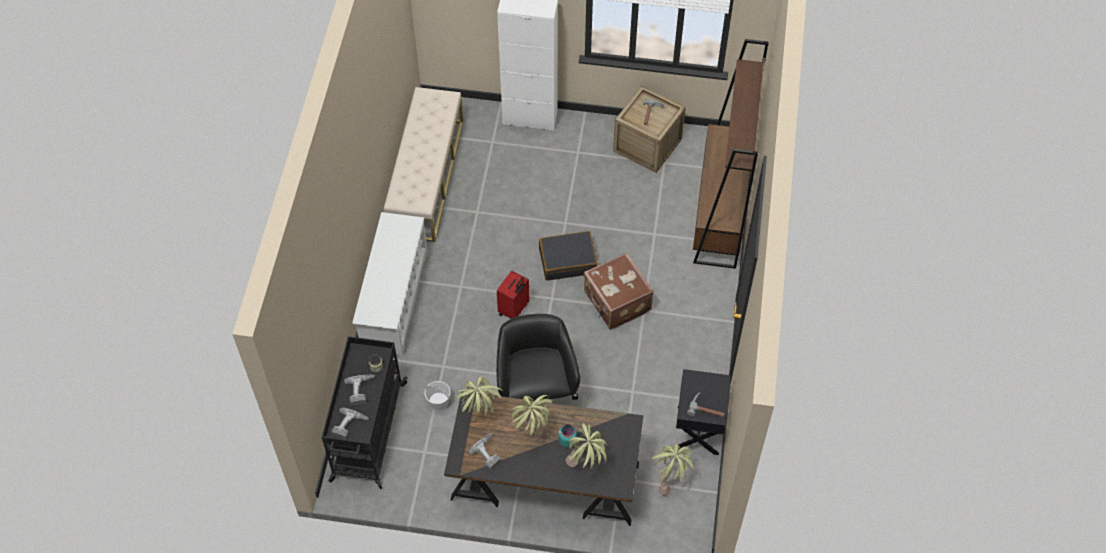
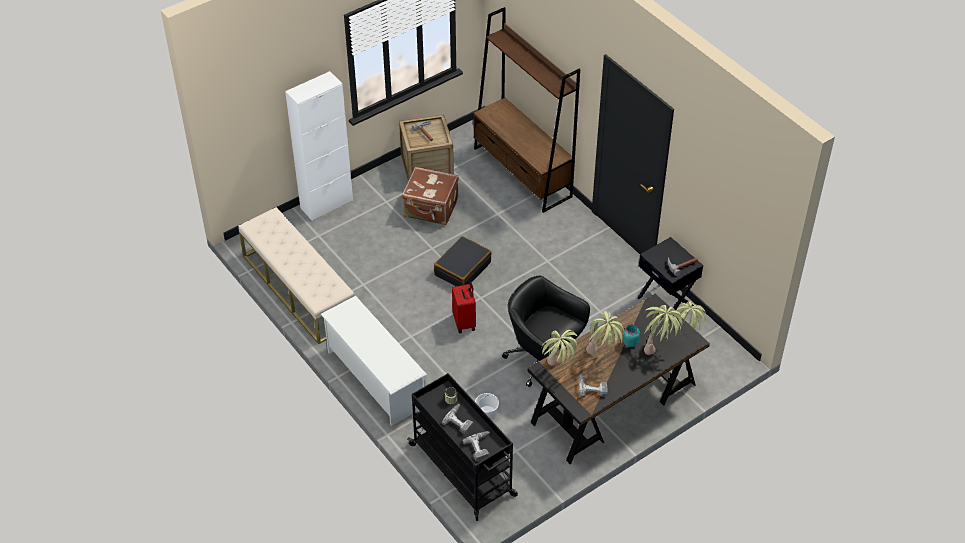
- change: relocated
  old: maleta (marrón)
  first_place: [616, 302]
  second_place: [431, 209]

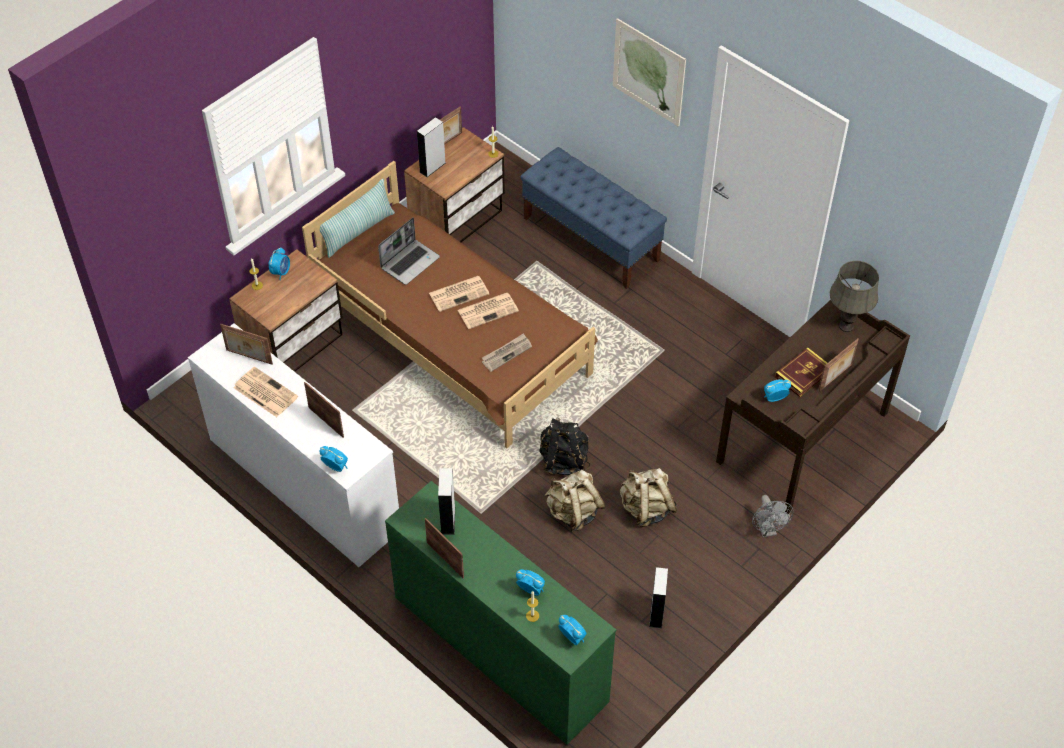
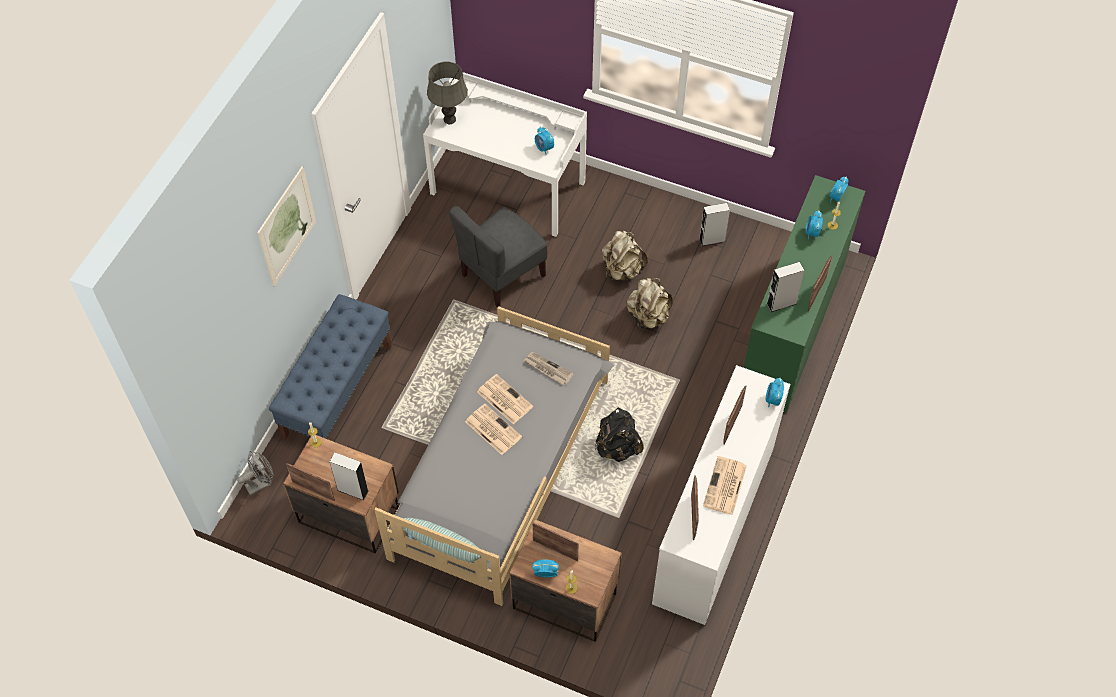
- change: colour
  old: cama (marrón)
  new: cama (gris)
  first_place: [453, 336]
  second_place: [500, 466]
- change: missing
  old: portátil
  first_place: [410, 262]
- change: colour
  old: escritorio (marrón)
  new: escritorio (blanco)
  first_place: [803, 438]
  second_place: [508, 187]
- change: relocated
  old: portarretratos
  first_place: [836, 378]
  second_place: [555, 549]
- change: missing
  old: libro
  first_place: [803, 374]
- change: relocated
  old: mochila (negro)
  first_place: [563, 460]
  second_place: [617, 447]
- change: relocated
  old: ventilador (gris)
  first_place: [767, 530]
  second_place: [261, 483]
- change: appeared
  new: silla (gris)
  second_place: [502, 275]

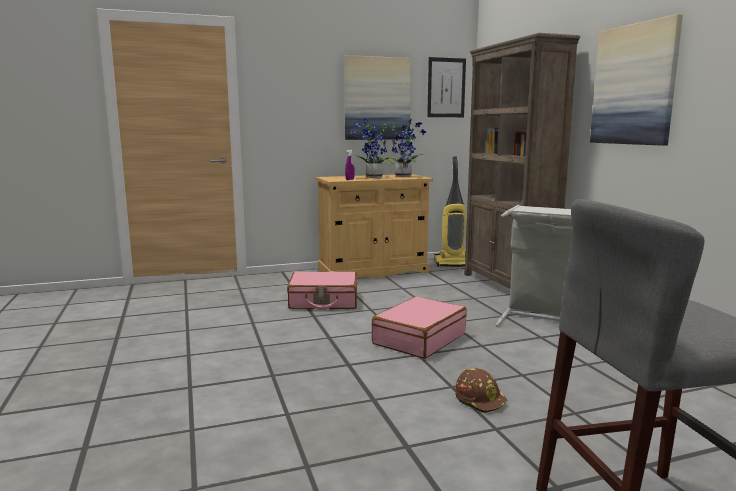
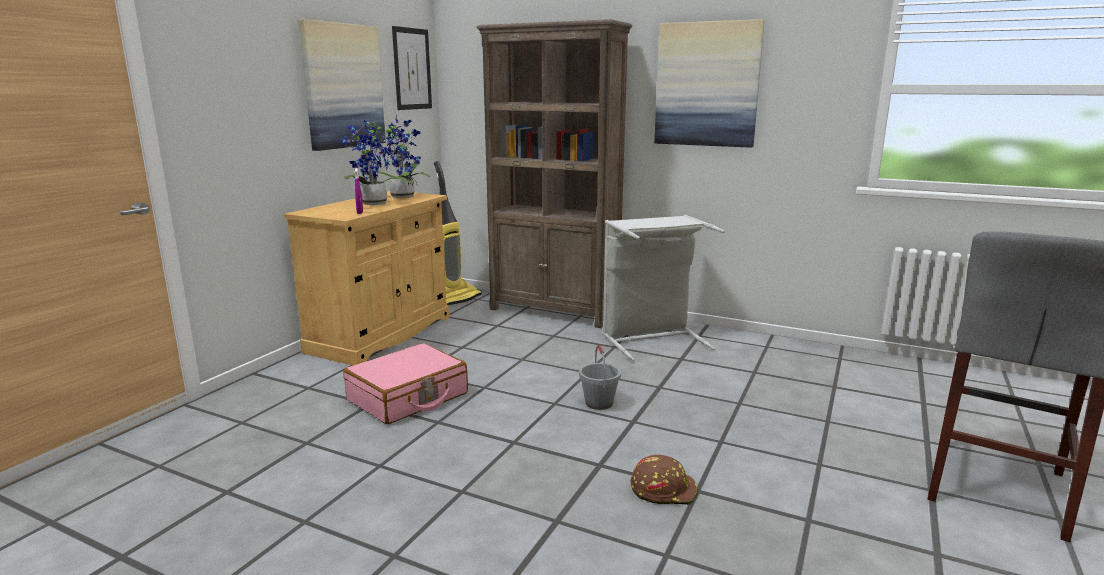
- change: exchanged
  old: maleta (rosa)
  new: cubo (gris)
  first_place: [419, 339]
  second_place: [599, 403]
- change: relocated
  old: casco (marrón)
  first_place: [480, 399]
  second_place: [663, 490]

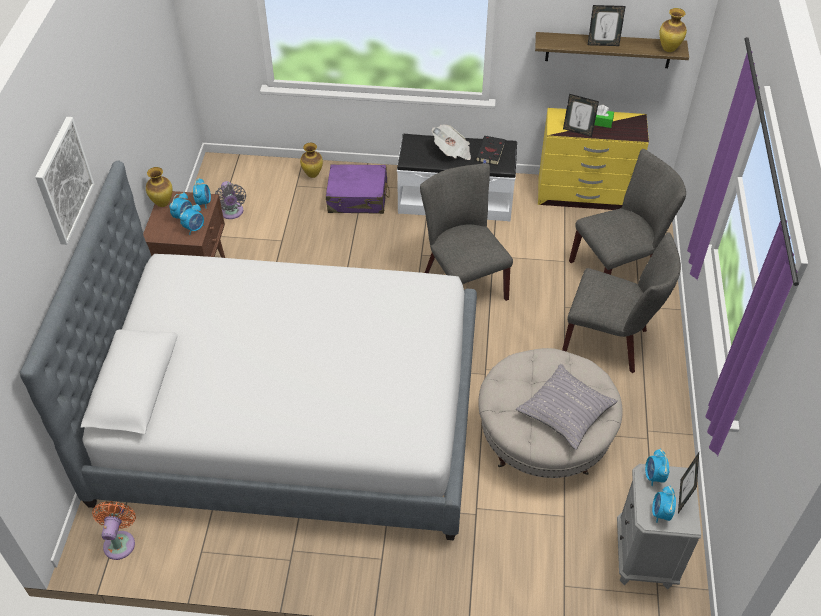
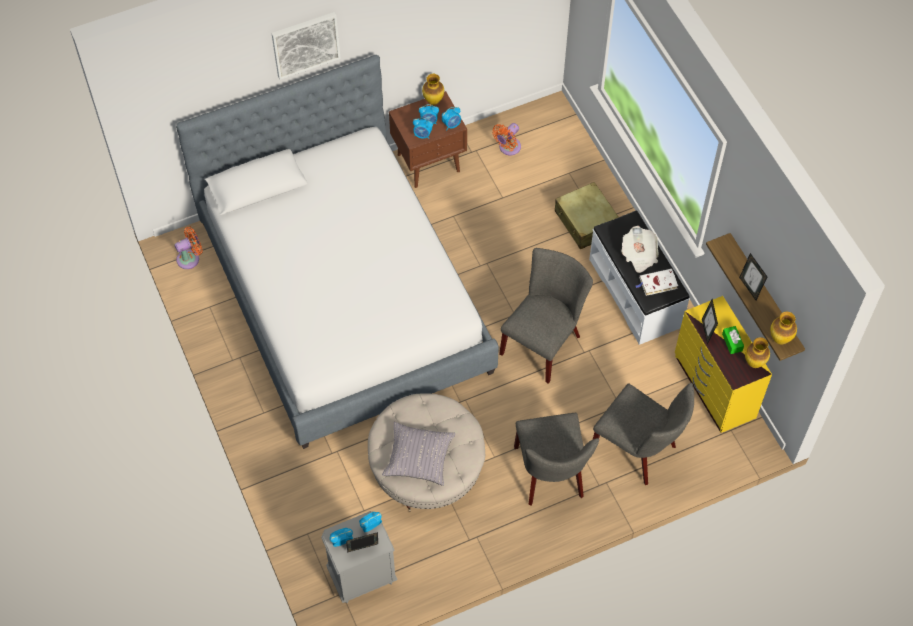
- change: colour
  old: libro (negro)
  new: libro (blanco)
  first_place: [490, 153]
  second_place: [657, 283]
- change: relocated
  old: florero
  first_place: [313, 174]
  second_place: [754, 363]
- change: colour
  old: maleta (morado)
  new: maleta (beis)
  first_place: [358, 198]
  second_place: [586, 222]
- change: colour
  old: ventilador (gris)
  new: ventilador (naranja)
  first_place: [232, 213]
  second_place: [508, 148]

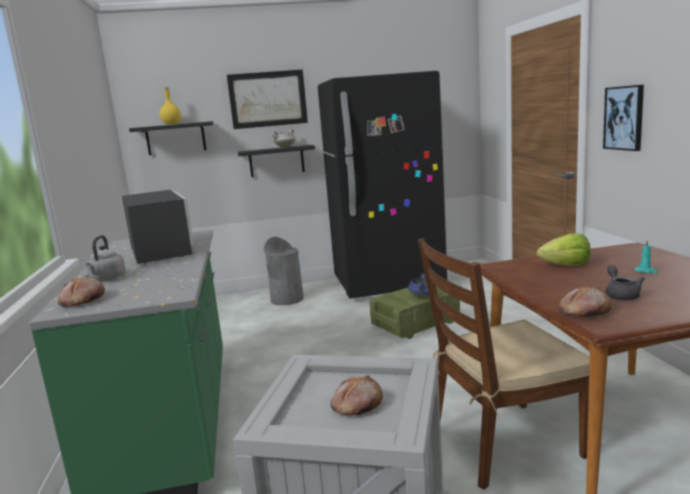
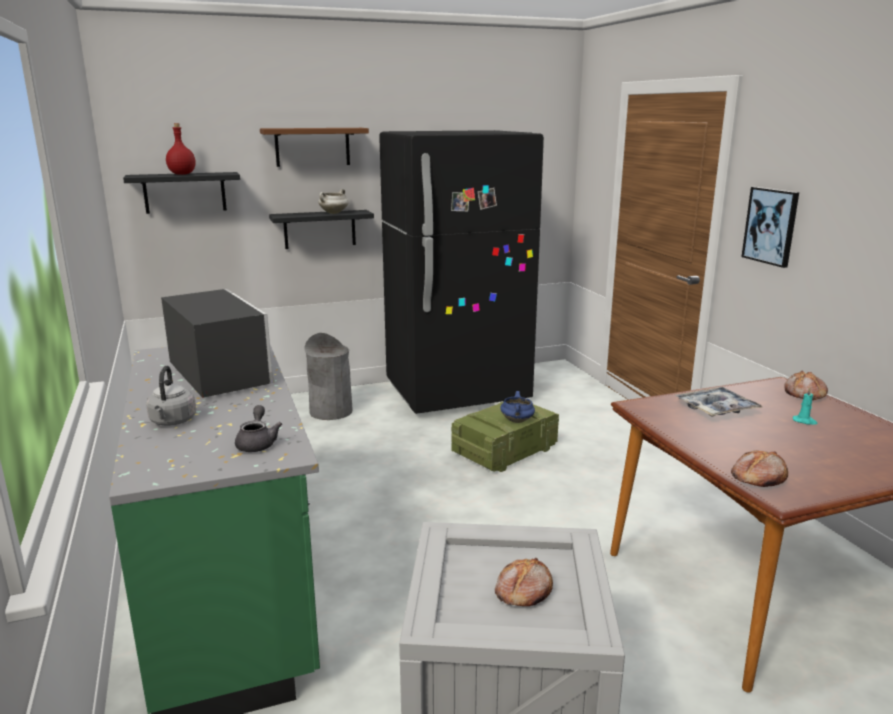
- change: exchanged
  old: cuadro
  new: estante (marrón)
  first_place: [268, 99]
  second_place: [312, 147]
- change: colour
  old: botella (amarillo)
  new: botella (rojo)
  first_place: [172, 124]
  second_place: [182, 174]
- change: exchanged
  old: lechuga
  new: bandeja
  first_place: [566, 265]
  second_place: [716, 409]
- change: missing
  old: silla (marrón)
  first_place: [503, 442]
- change: relocated
  old: tetera (gris)
  first_place: [621, 295]
  second_place: [257, 443]
- change: relocated
  old: pan
  first_place: [82, 300]
  second_place: [803, 394]

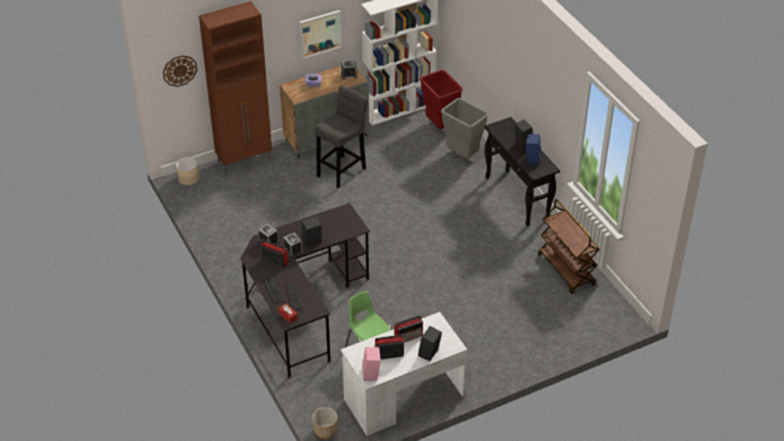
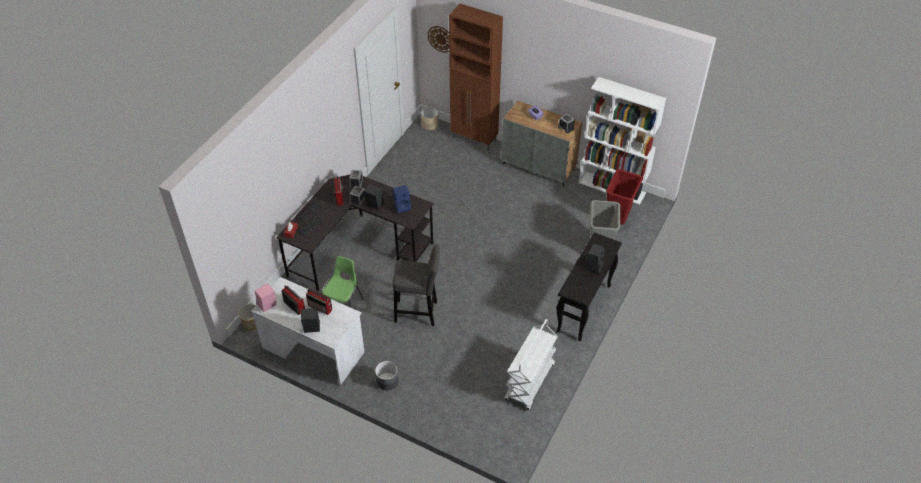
- change: missing
  old: cuadro
  first_place: [320, 33]
- change: relocated
  old: taburete (gris)
  first_place: [343, 170]
  second_place: [418, 312]
- change: relocated
  old: altavoz (azul)
  first_place: [532, 158]
  second_place: [402, 207]
- change: colour
  old: carrito (marrón)
  new: carrito (blanco)
  first_place: [566, 270]
  second_place: [530, 382]
- change: appeared
  new: maceta (gris)
  second_place: [387, 381]

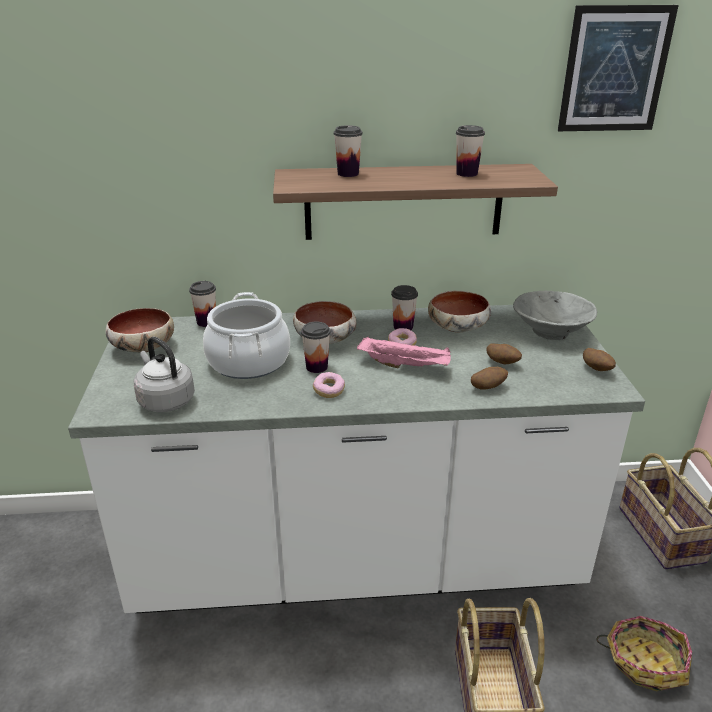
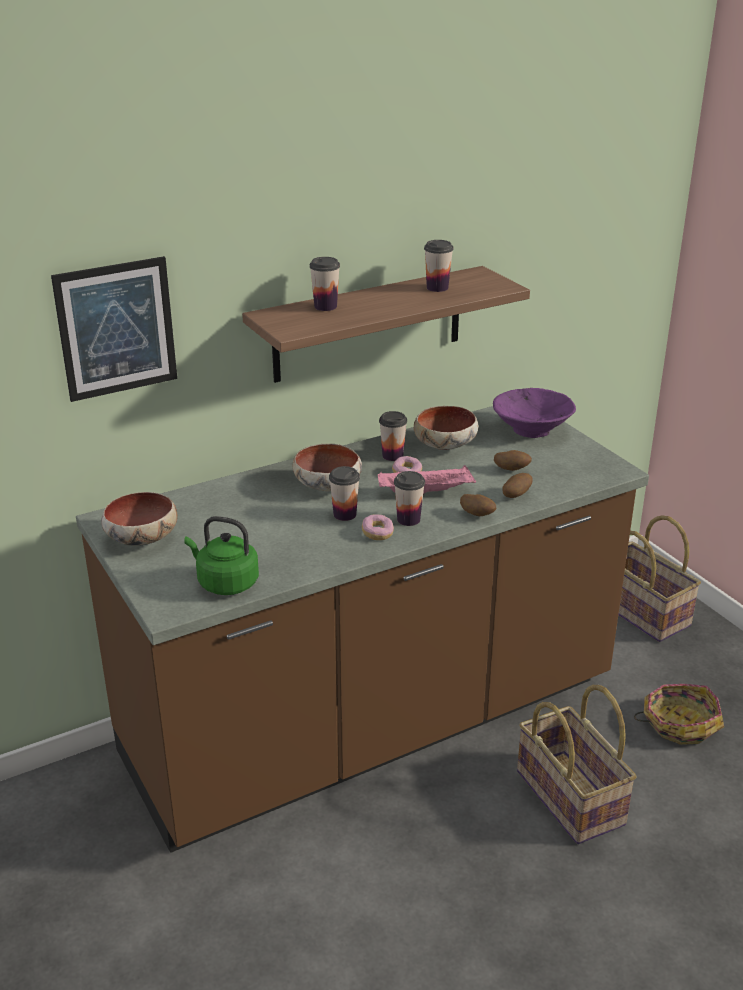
- change: relocated
  old: cuadro
  first_place: [615, 70]
  second_place: [116, 329]
- change: relocated
  old: taza
  first_place: [206, 322]
  second_place: [408, 519]
- change: colour
  old: cuenco (gris)
  new: cuenco (morado)
  first_place: [552, 332]
  second_place: [532, 430]
- change: missing
  old: olla
  first_place: [248, 361]
- change: colour
  old: mueble bajo de cocina (blanco)
  new: mueble bajo de cocina (marrón)
  first_place: [356, 558]
  second_place: [371, 724]
- change: colour
  old: hervidor (gris)
  new: hervidor (verde)
  first_place: [165, 400]
  second_place: [225, 583]
- change: relocated
  old: patata
  first_place: [597, 369]
  second_place: [477, 515]

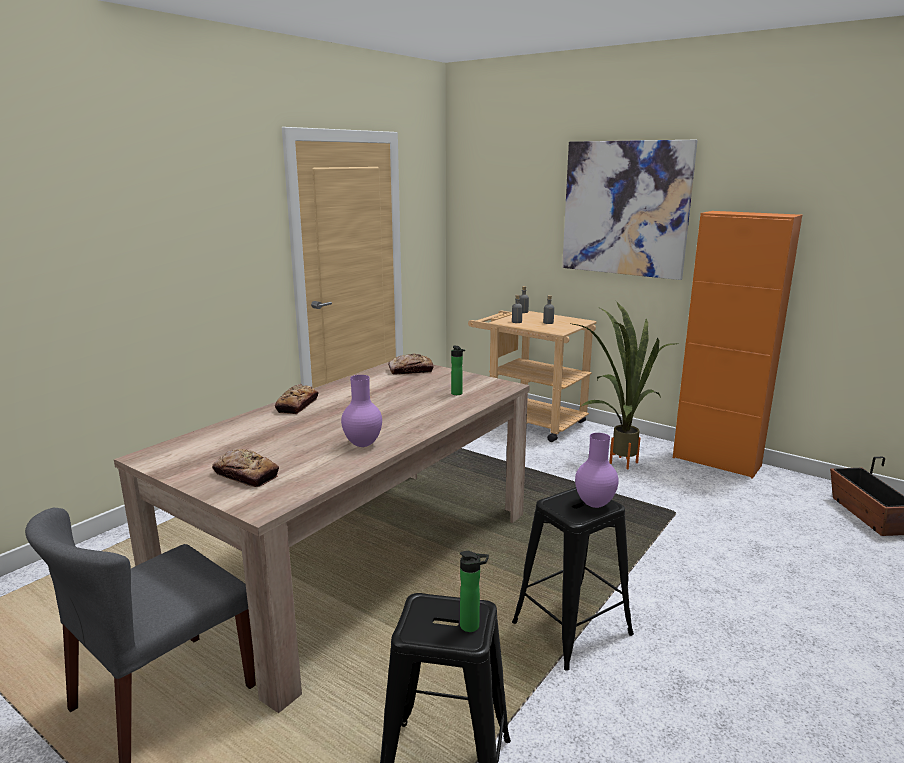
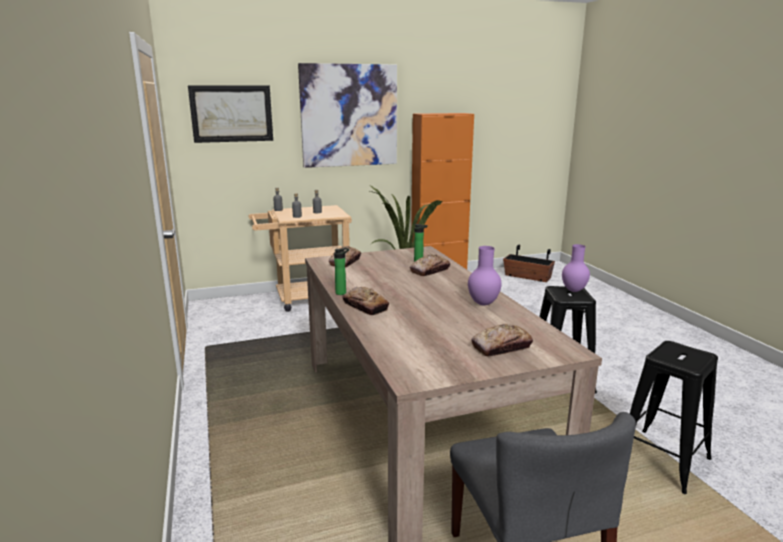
- change: relocated
  old: botella
  first_place: [472, 626]
  second_place: [342, 293]
- change: appeared
  new: cuadro
  second_place: [231, 113]
- change: appeared
  new: pan
  second_place: [430, 270]

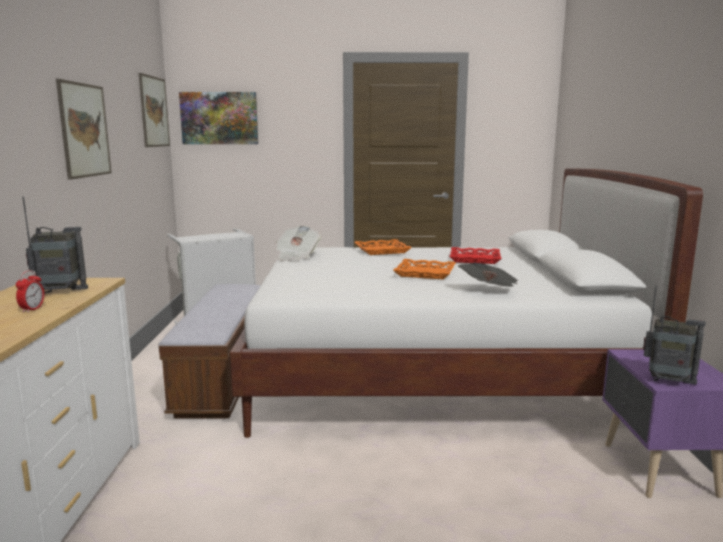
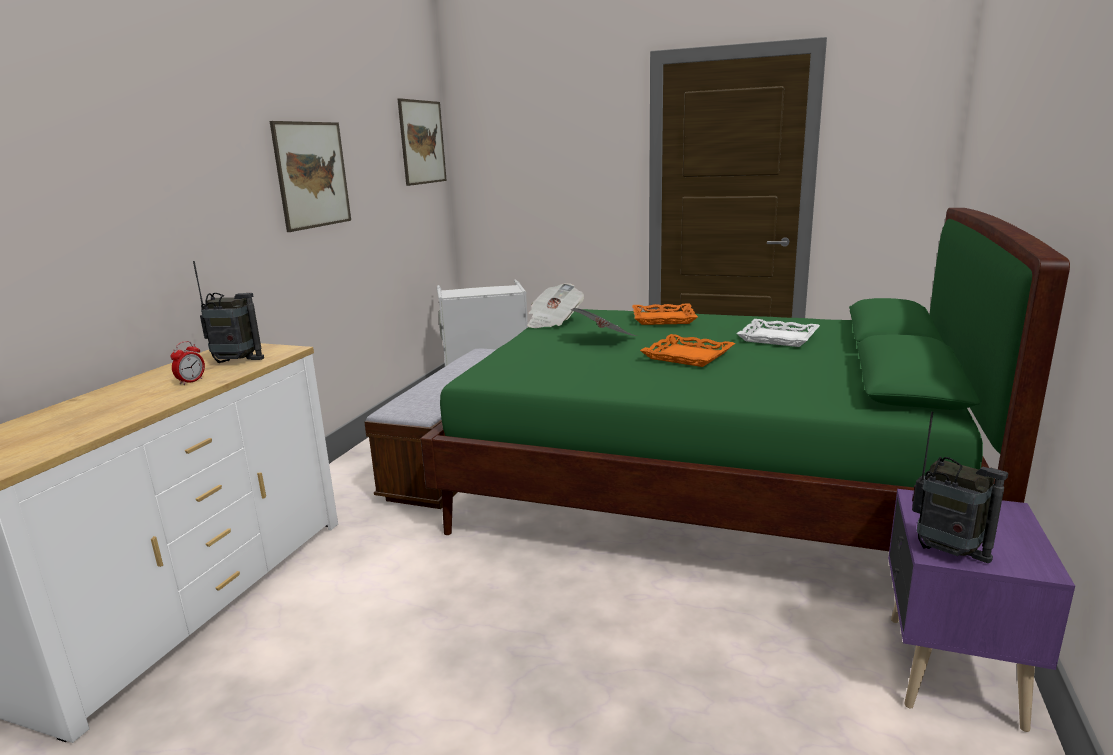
- change: missing
  old: cuadro
  first_place: [219, 118]
- change: colour
  old: cama (blanco)
  new: cama (verde)
  first_place: [433, 376]
  second_place: [707, 487]
- change: colour
  old: bandeja (rojo)
  new: bandeja (blanco)
  first_place: [475, 259]
  second_place: [778, 338]
- change: relocated
  old: periódico
  first_place: [489, 291]
  second_place: [604, 339]

